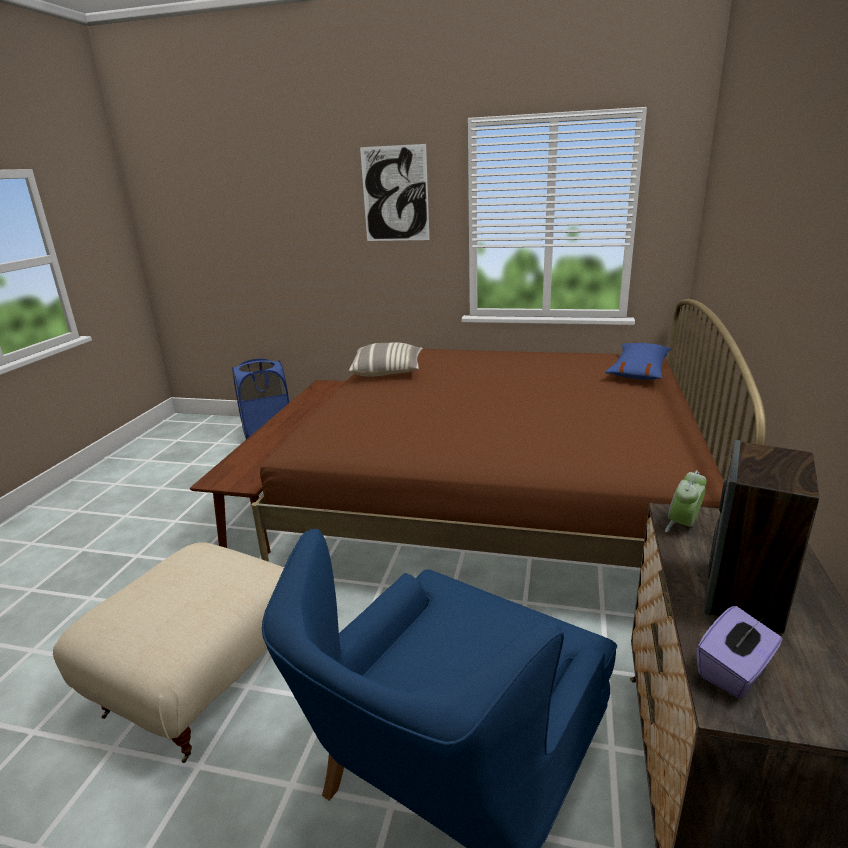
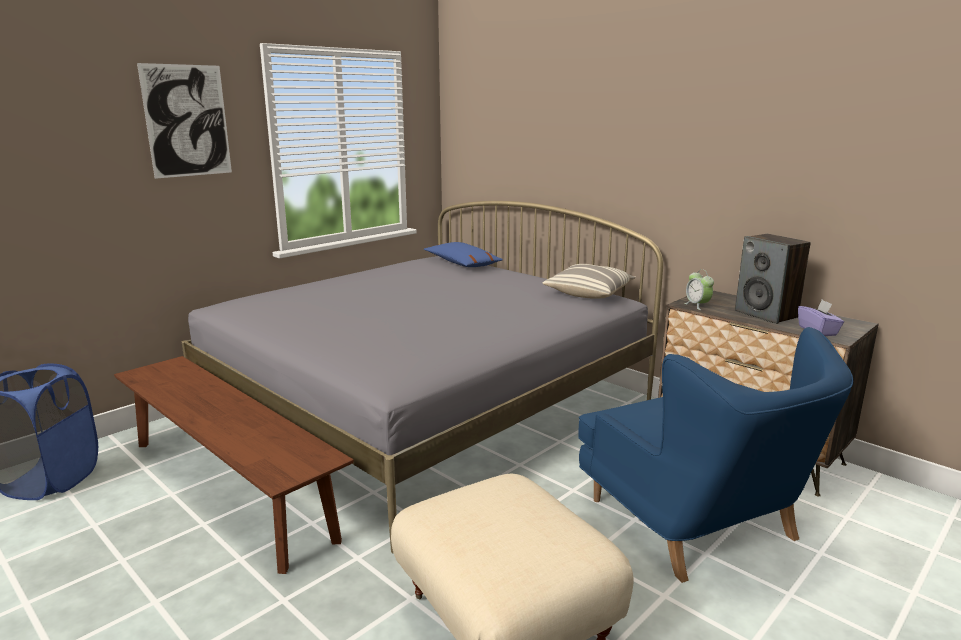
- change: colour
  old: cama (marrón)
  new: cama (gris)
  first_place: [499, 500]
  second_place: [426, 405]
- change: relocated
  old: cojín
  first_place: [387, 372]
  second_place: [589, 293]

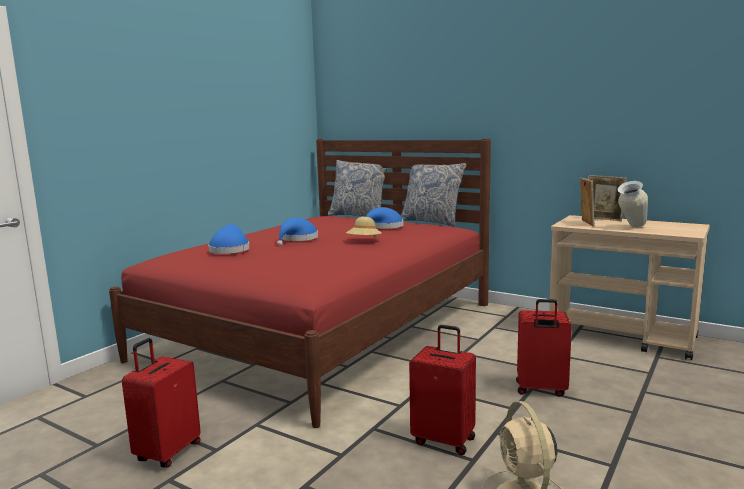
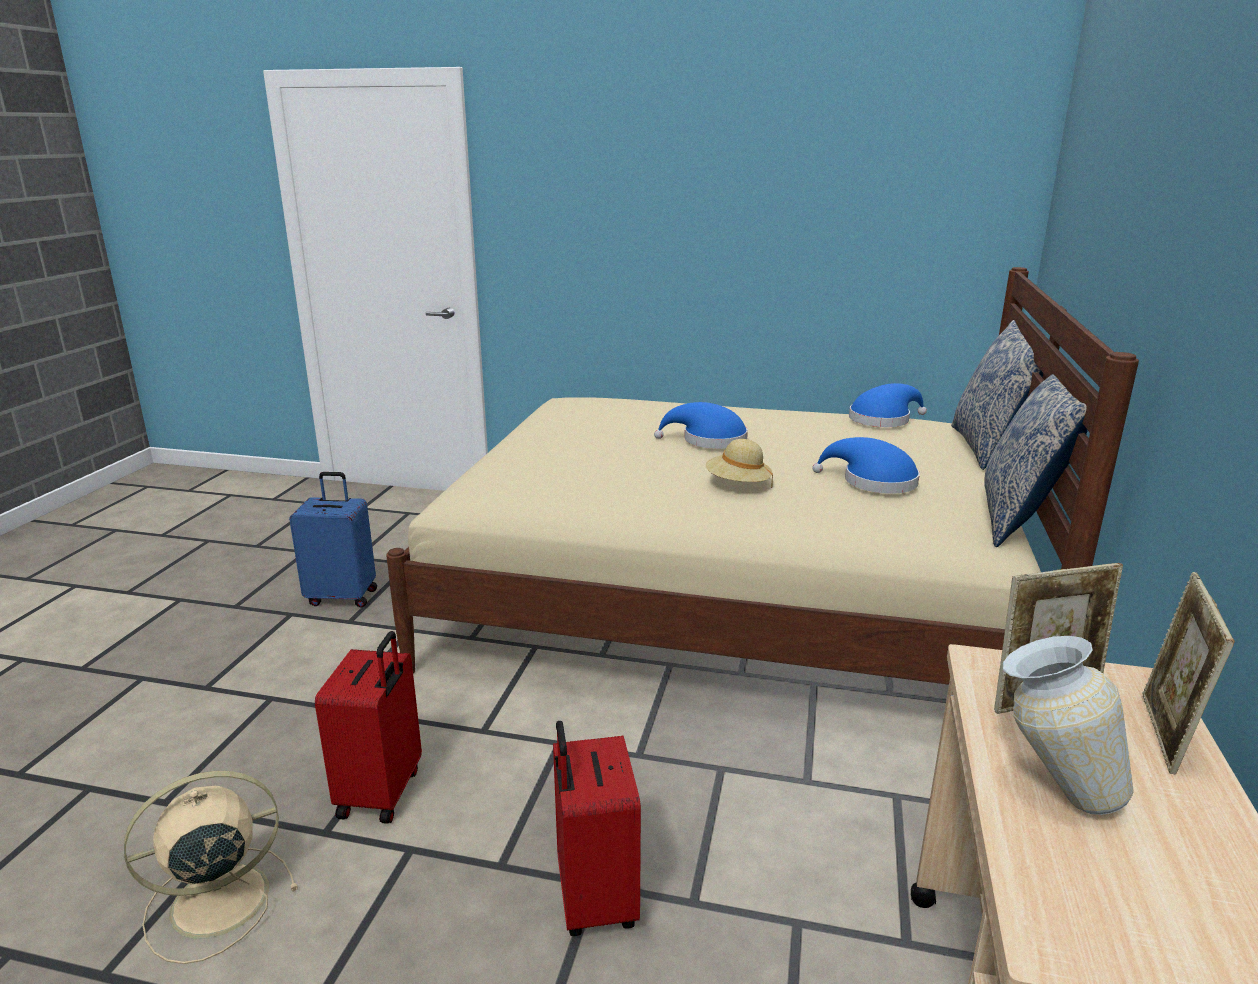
- change: colour
  old: cama (rojo)
  new: cama (beis)
  first_place: [323, 330]
  second_place: [726, 602]
- change: relocated
  old: sombrero (azul)
  first_place: [230, 250]
  second_place: [883, 419]
- change: colour
  old: maleta (rojo)
  new: maleta (azul)
  first_place: [167, 452]
  second_place: [343, 596]

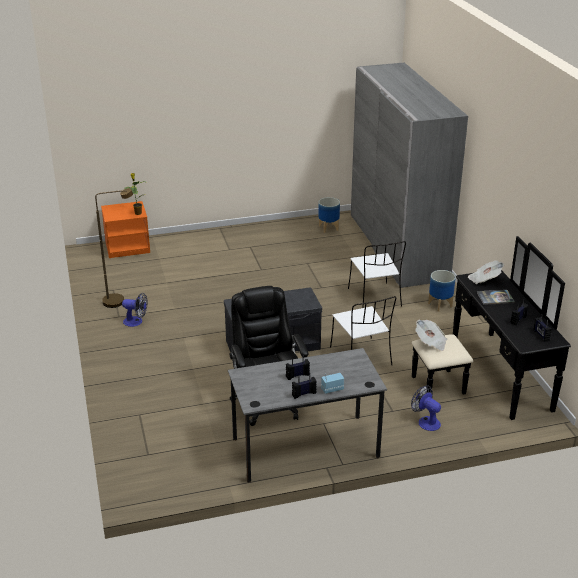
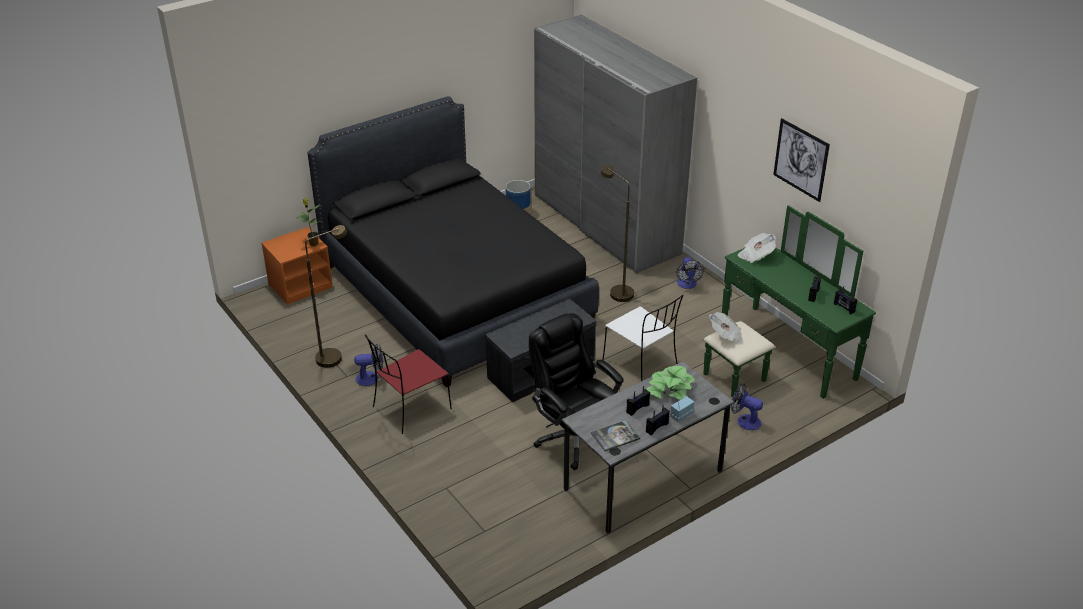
- change: colour
  old: cómoda (negro)
  new: cómoda (verde)
  first_place: [486, 377]
  second_place: [775, 357]
- change: exchanged
  old: silla (blanco)
  new: lámpara de pie (marrón)
  first_place: [375, 298]
  second_place: [616, 291]
- change: exchanged
  old: maceta
  new: ventilador
  first_place: [440, 305]
  second_place: [687, 285]
- change: relocated
  old: libro
  first_place: [495, 298]
  second_place: [615, 436]
- change: appeared
  new: cama (negro)
  second_place: [455, 292]
- change: appeared
  new: cuadro
  second_place: [801, 159]
- change: appeared
  new: silla (rojo)
  second_place: [410, 409]
- change: appeared
  new: planta en maceta
  second_place: [669, 389]

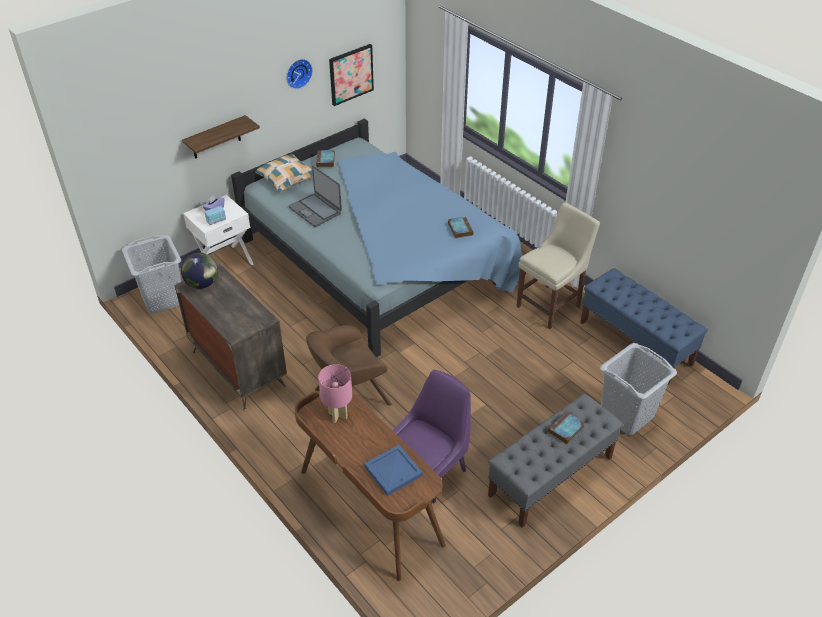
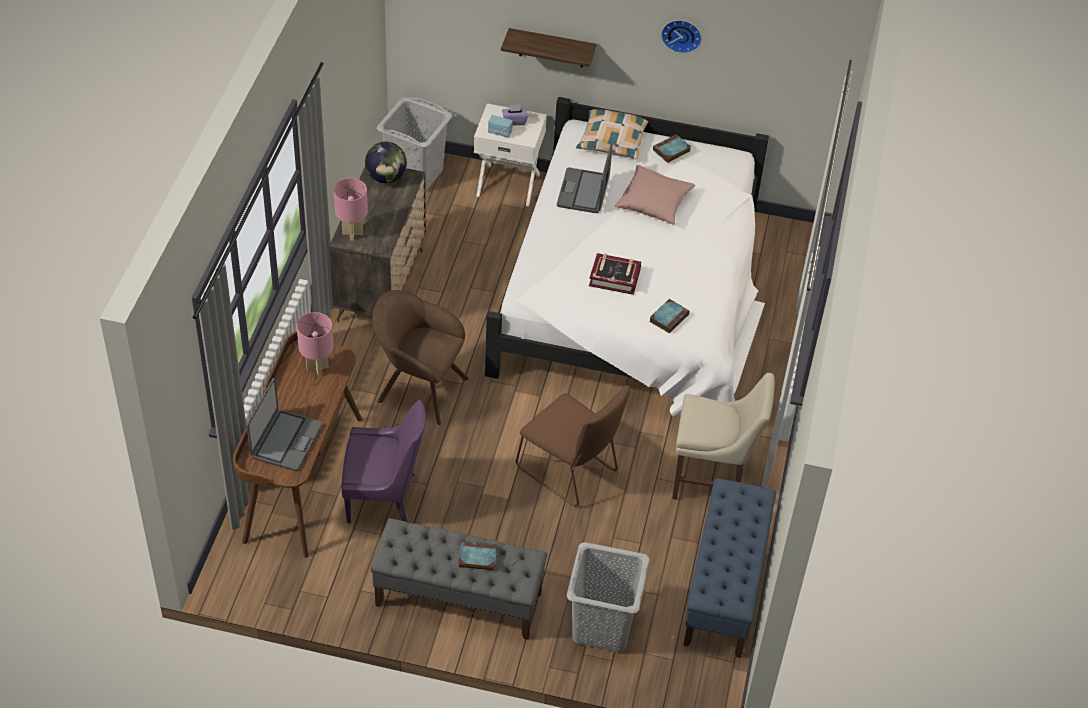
- change: missing
  old: cuadro
  first_place: [351, 74]
- change: colour
  old: cama (azul)
  new: cama (blanco)
  first_place: [379, 261]
  second_place: [635, 299]
- change: exchanged
  old: bandeja (azul)
  new: portátil
  first_place: [392, 471]
  second_place: [286, 441]
- change: appeared
  new: cojín (rosa)
  second_place: [654, 203]
- change: appeared
  new: lámpara de mesa (rosa)
  second_place: [352, 234]
- change: appeared
  new: libro
  second_place: [614, 277]
- change: appeared
  new: silla (marrón)
  second_place: [570, 471]

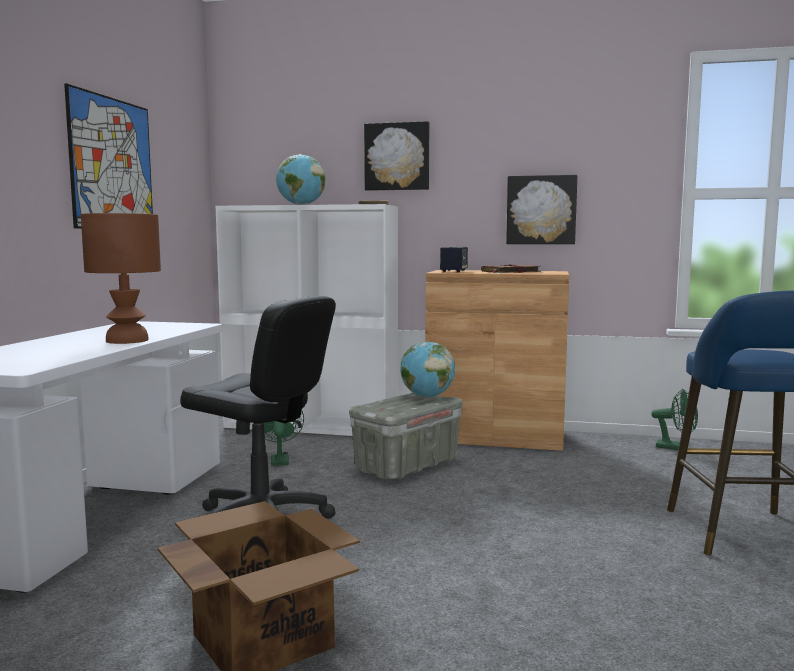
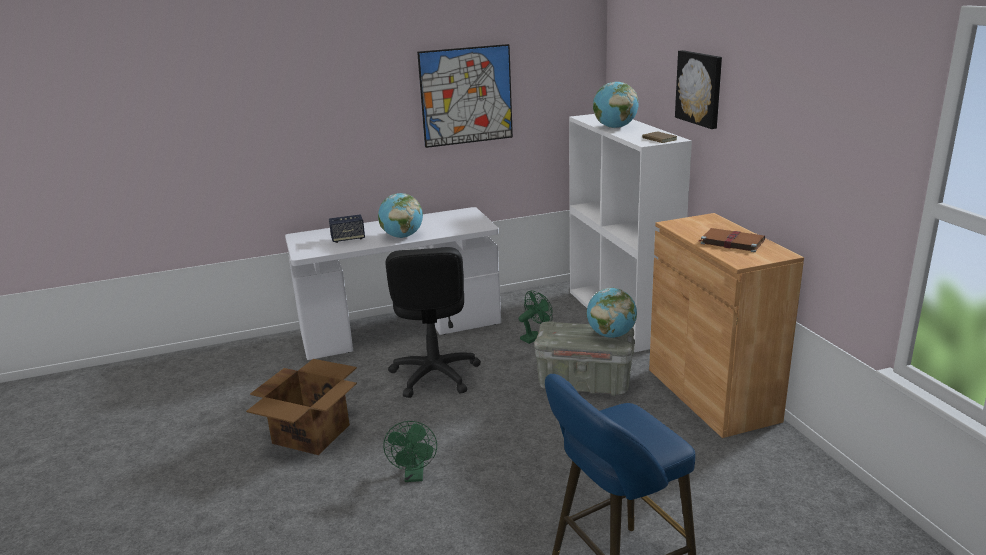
- change: missing
  old: cuadro
  first_place: [541, 210]
- change: exchanged
  old: lámpara de mesa (marrón)
  new: globo terráqueo
  first_place: [126, 340]
  second_place: [402, 236]
- change: relocated
  old: altavoz
  first_place: [454, 271]
  second_place: [348, 239]
- change: relocated
  old: ventilador (verde)
  first_place: [676, 448]
  second_place: [414, 476]

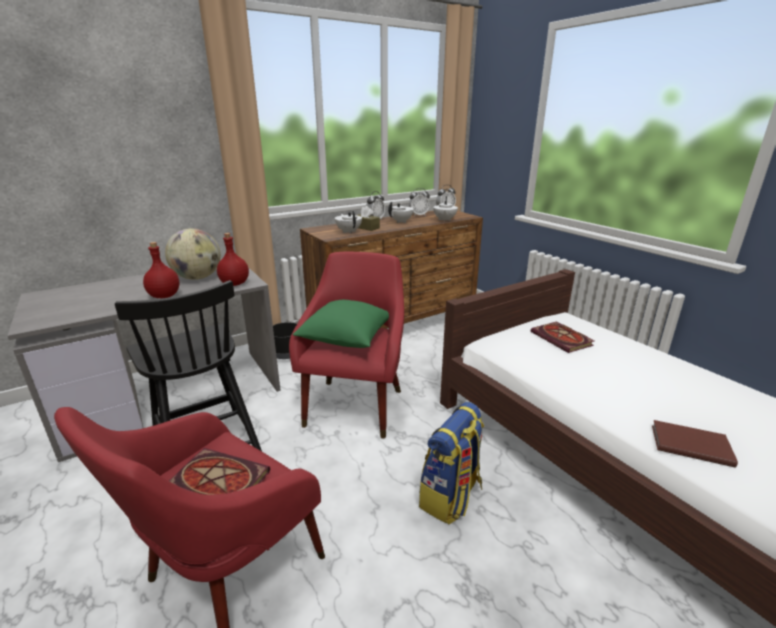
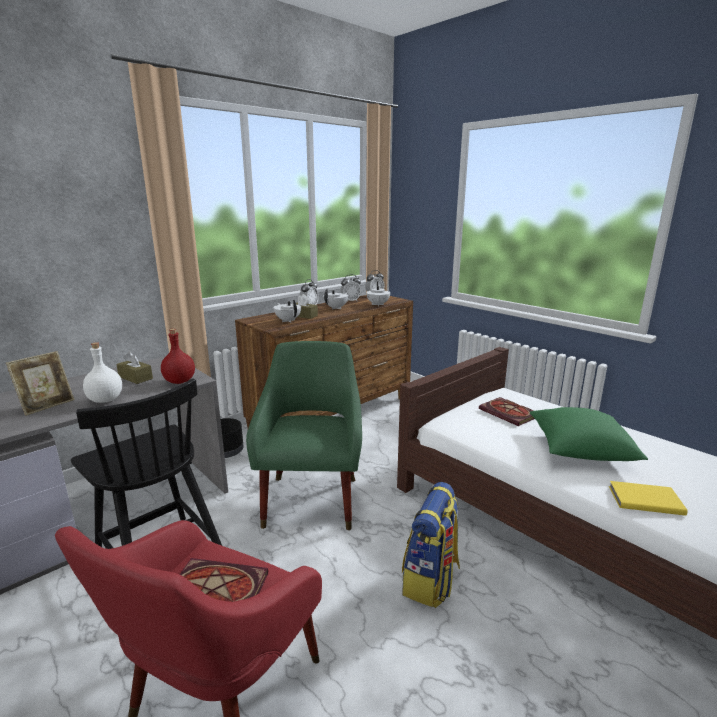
- change: exchanged
  old: globo terráqueo
  new: caja de pañuelos (marrón)
  first_place: [198, 278]
  second_place: [135, 378]
- change: colour
  old: botella (rojo)
  new: botella (blanco)
  first_place: [165, 296]
  second_place: [106, 400]
- change: colour
  old: sillón (rojo)
  new: sillón (verde)
  first_place: [356, 402]
  second_place: [312, 496]
- change: relocated
  old: cojín (verde)
  first_place: [345, 338]
  second_place: [580, 450]
- change: colour
  old: libro (marrón)
  new: libro (amarillo)
  first_place: [689, 444]
  second_place: [644, 499]
- change: appeared
  new: portarretratos
  second_place: [47, 405]

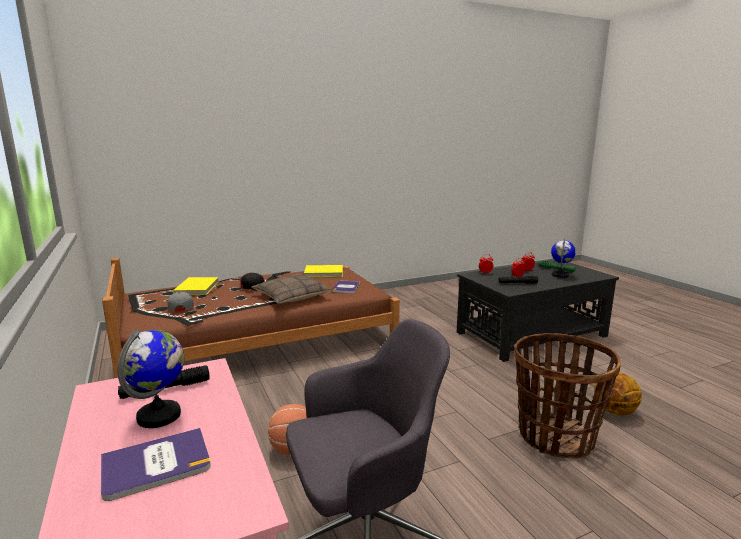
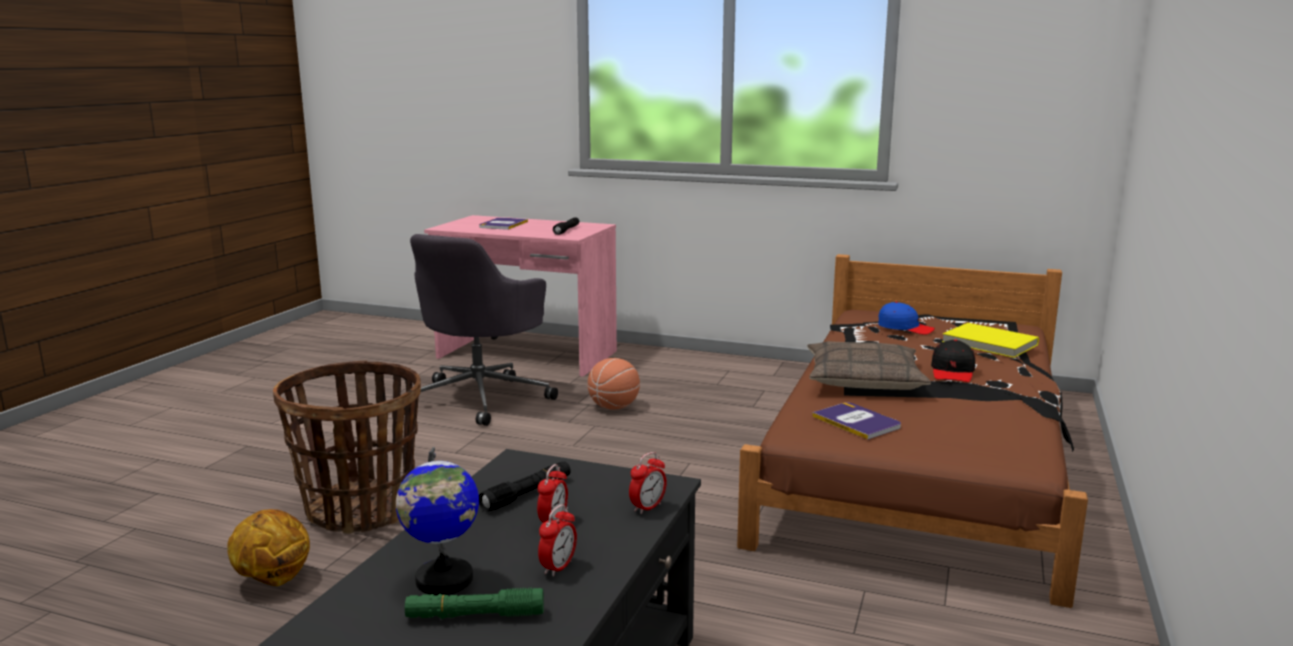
- change: missing
  old: libro (amarillo)
  first_place: [323, 273]
- change: colour
  old: gorra (gris)
  new: gorra (azul)
  first_place: [181, 306]
  second_place: [905, 328]
- change: missing
  old: globo terráqueo
  first_place: [159, 416]

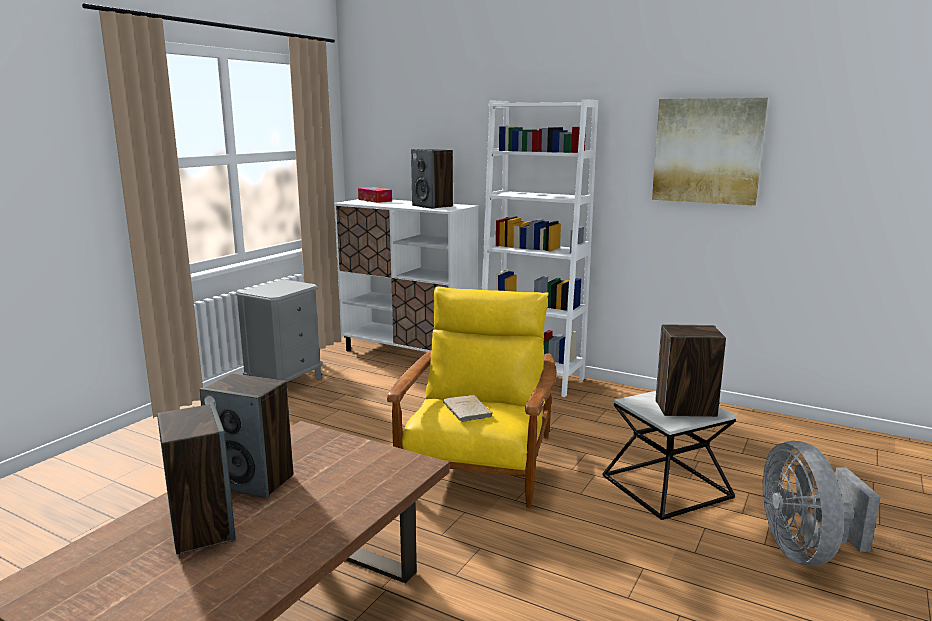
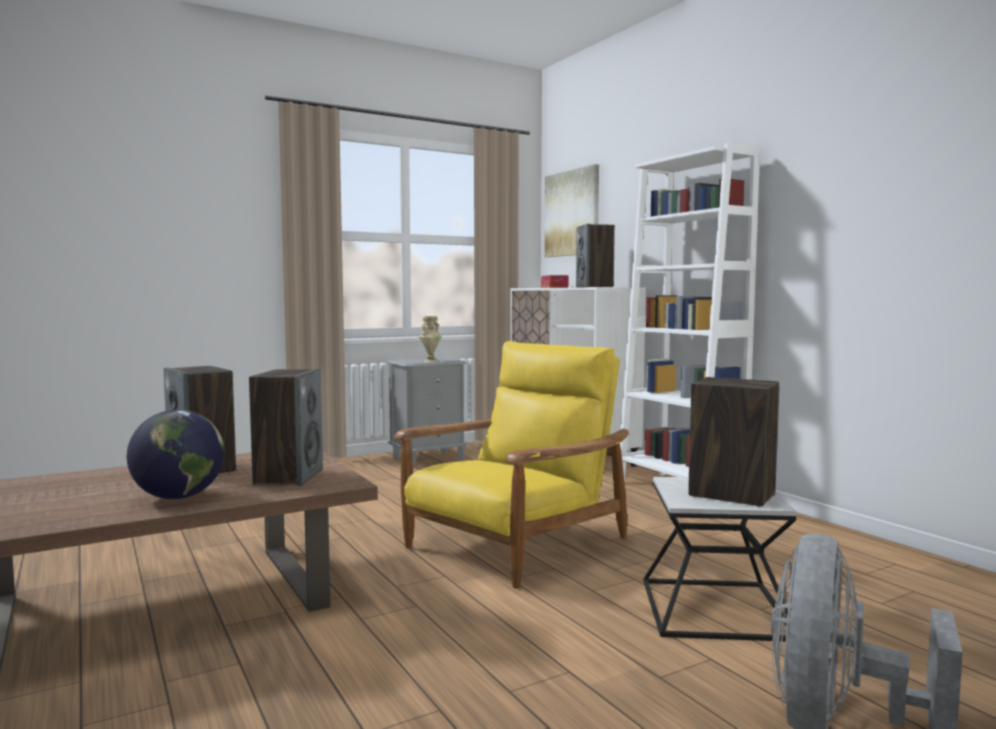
- change: relocated
  old: cuadro
  first_place: [707, 151]
  second_place: [572, 213]
- change: missing
  old: libro (beis)
  first_place: [468, 411]
- change: relocated
  old: altavoz
  first_place: [201, 528]
  second_place: [289, 477]
- change: appeared
  new: florero (beis)
  second_place: [430, 361]
- change: appeared
  new: globo terráqueo
  second_place: [179, 497]

